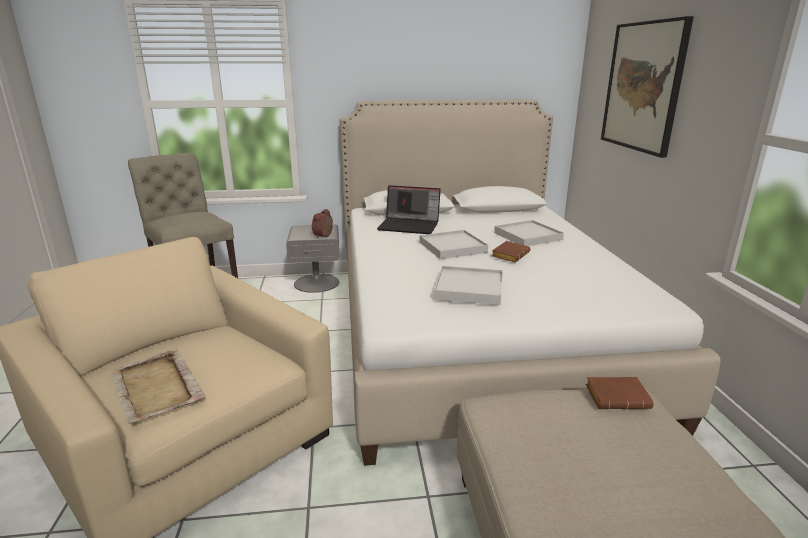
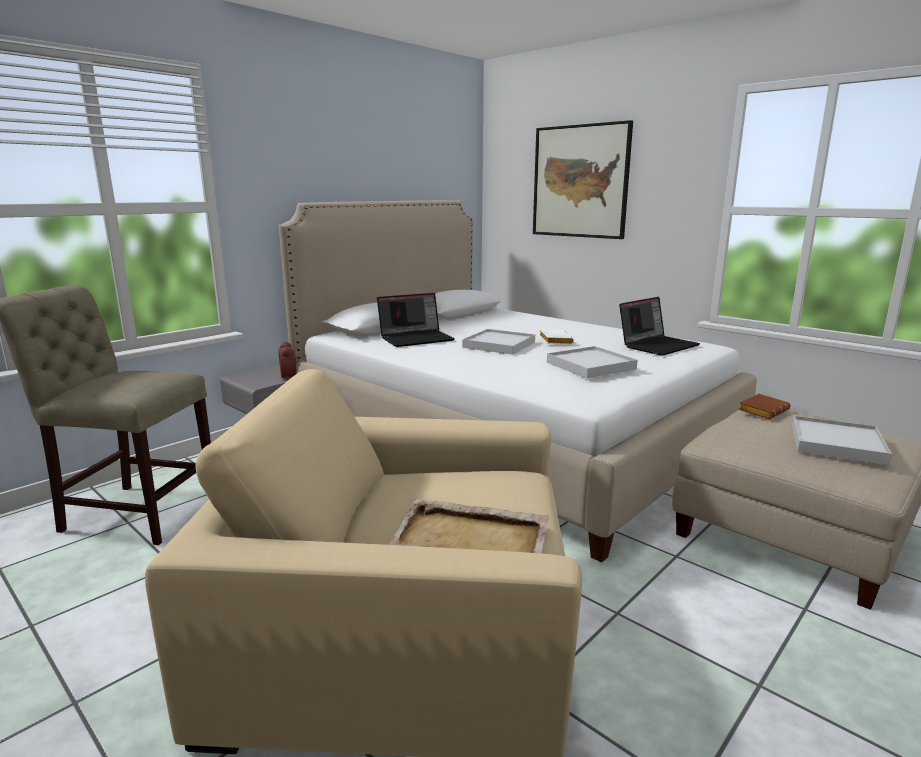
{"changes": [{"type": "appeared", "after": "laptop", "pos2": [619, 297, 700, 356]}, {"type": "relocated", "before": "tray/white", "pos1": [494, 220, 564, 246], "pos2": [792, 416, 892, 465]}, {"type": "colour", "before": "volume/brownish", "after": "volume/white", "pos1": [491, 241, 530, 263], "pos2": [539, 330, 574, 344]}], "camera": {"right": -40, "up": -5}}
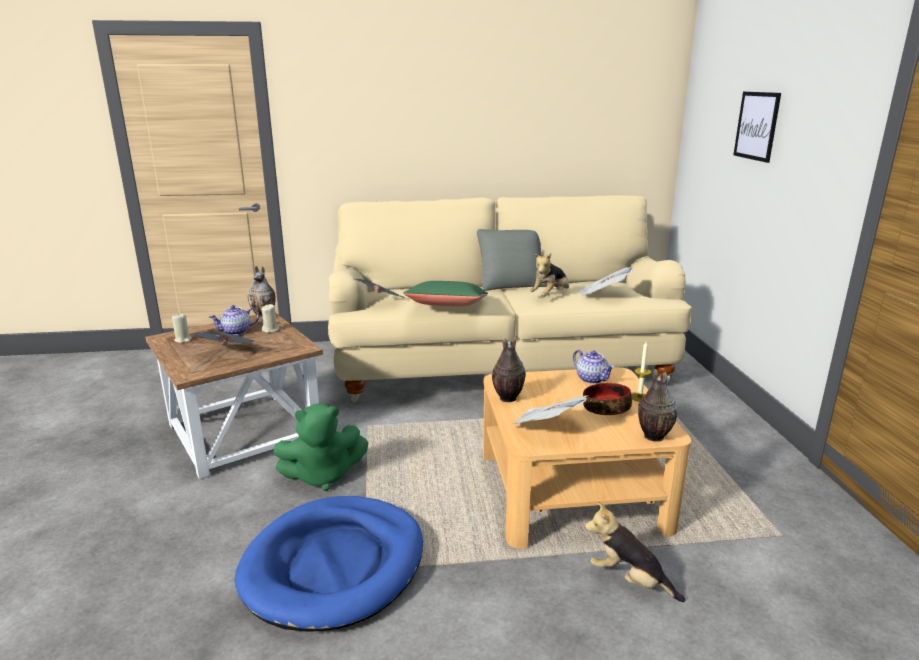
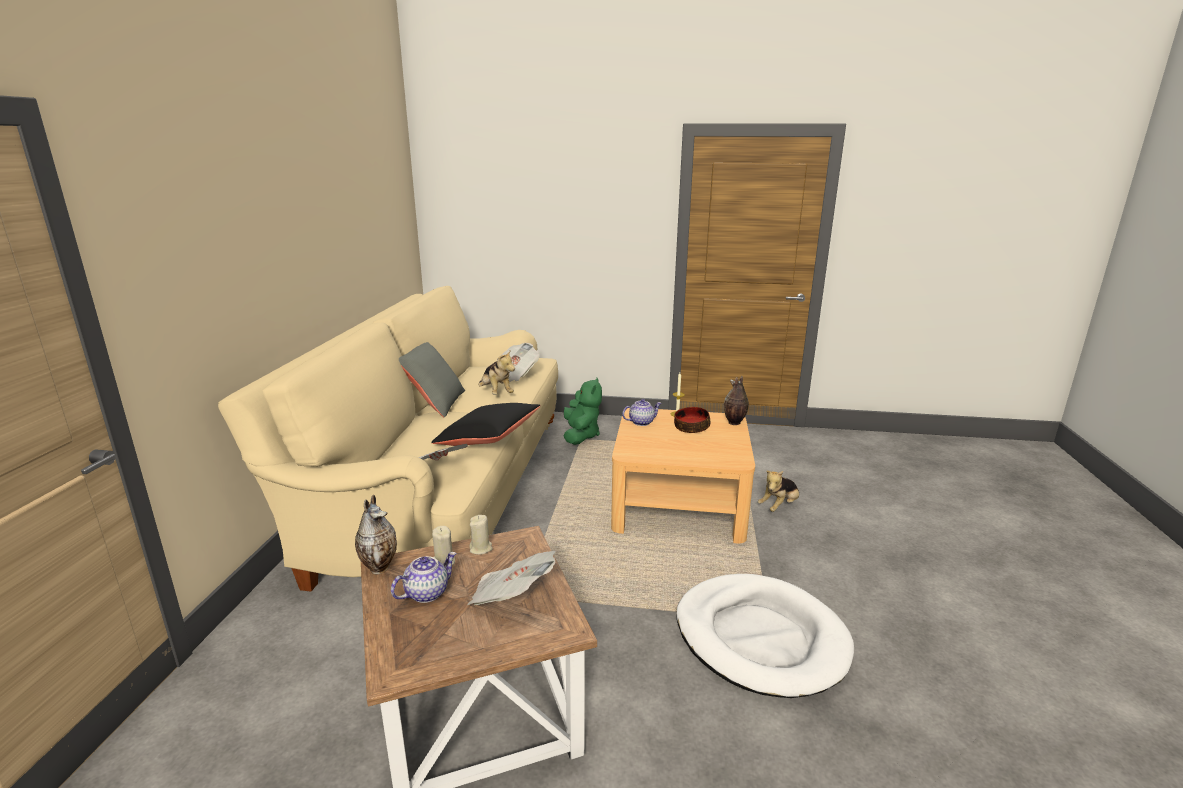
{"changes": [{"type": "missing", "before": "vase", "pos1": [492, 338, 526, 402]}, {"type": "missing", "before": "printed paper", "pos1": [512, 395, 589, 424]}, {"type": "missing", "before": "picture", "pos1": [734, 92, 781, 163]}, {"type": "relocated", "before": "wax light/sand-coloured", "pos1": [172, 313, 192, 343], "pos2": [470, 515, 493, 555]}, {"type": "relocated", "before": "soft toy/green-coloured", "pos1": [273, 403, 368, 491], "pos2": [564, 378, 602, 445]}, {"type": "colour", "before": "dog cushion/bluish", "after": "dog cushion/white", "pos1": [235, 496, 423, 632], "pos2": [676, 574, 854, 698]}, {"type": "colour", "before": "cushion/green-coloured", "after": "cushion/blackish", "pos1": [403, 281, 488, 307], "pos2": [431, 403, 541, 446]}, {"type": "spun", "before": "teapot", "pos1": [209, 305, 259, 335], "pos2": [391, 552, 457, 603], "turn": -120}], "camera": {"right": -75, "up": 0}}
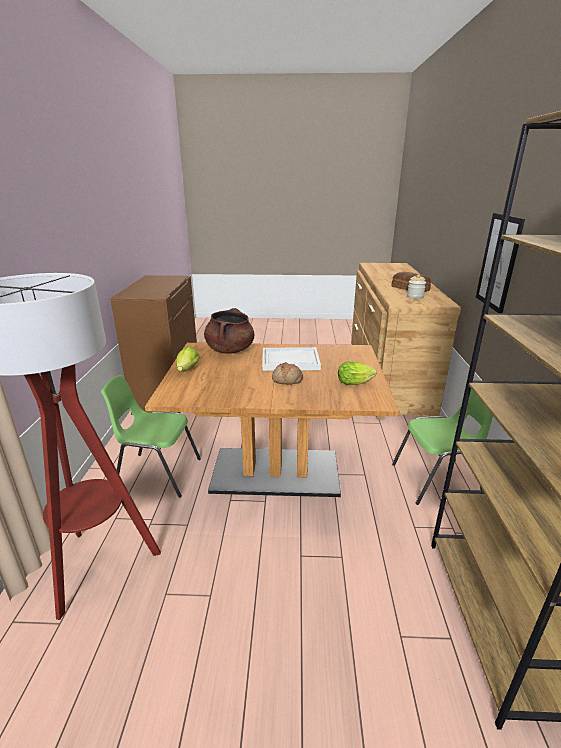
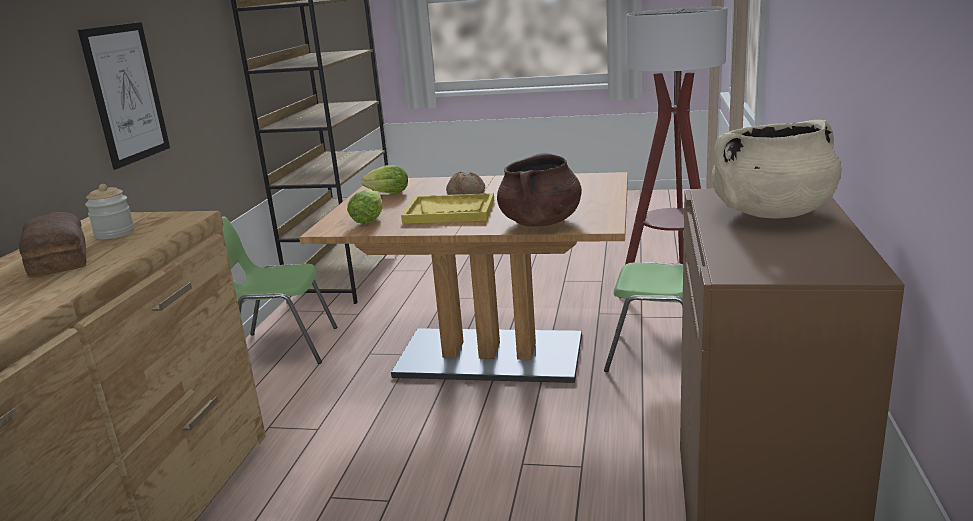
{"changes": [{"type": "appeared", "after": "cooking pot/sand-coloured", "pos2": [712, 120, 842, 218]}, {"type": "relocated", "before": "lettuce head", "pos1": [176, 347, 200, 372], "pos2": [347, 190, 382, 224]}, {"type": "colour", "before": "tray/white", "after": "tray/yellow", "pos1": [262, 347, 321, 371], "pos2": [401, 193, 494, 224]}], "camera": {"right": -170, "up": -5}}
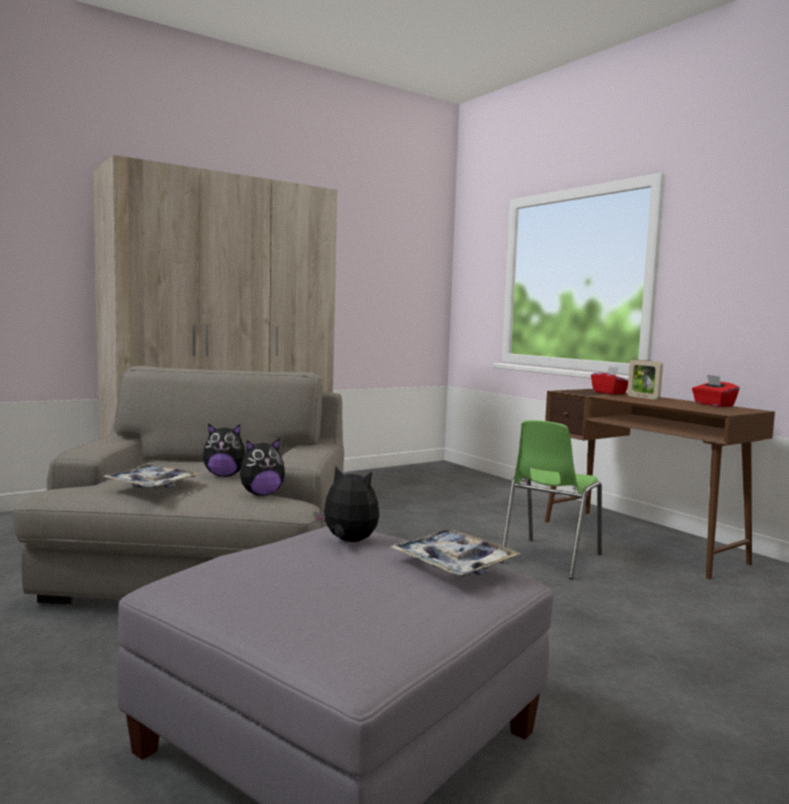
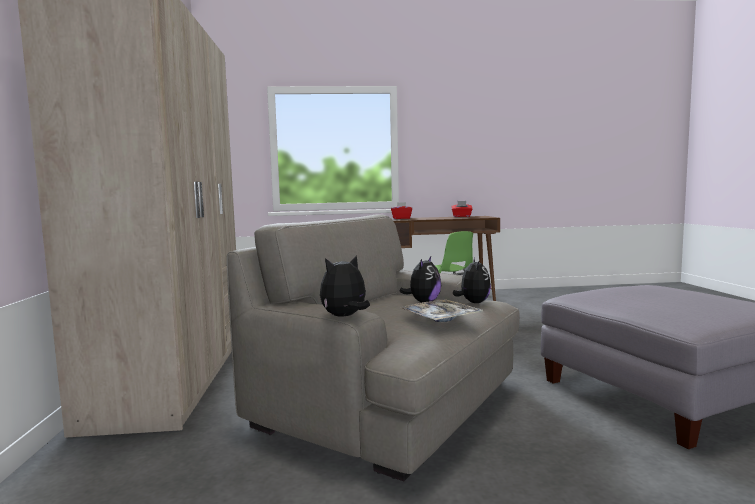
{"changes": [{"type": "missing", "before": "tray", "pos1": [391, 529, 521, 576]}, {"type": "missing", "before": "standing frame", "pos1": [627, 359, 663, 400]}, {"type": "relocated", "before": "soft toy", "pos1": [314, 466, 379, 542], "pos2": [320, 255, 370, 317]}], "camera": {"right": -60, "up": 0}}
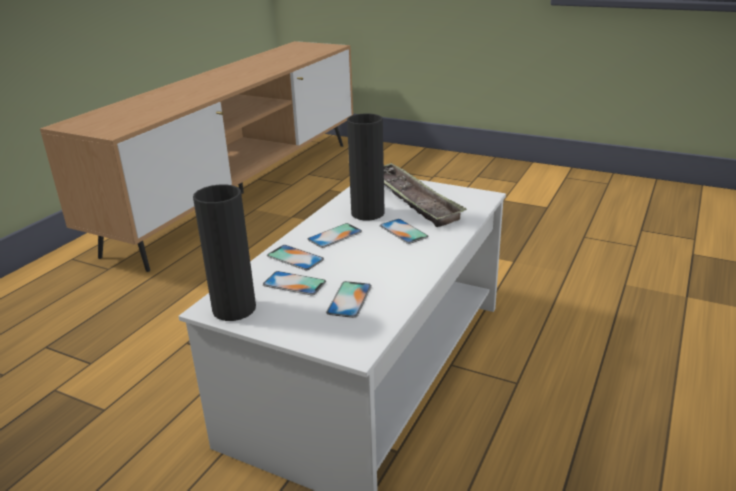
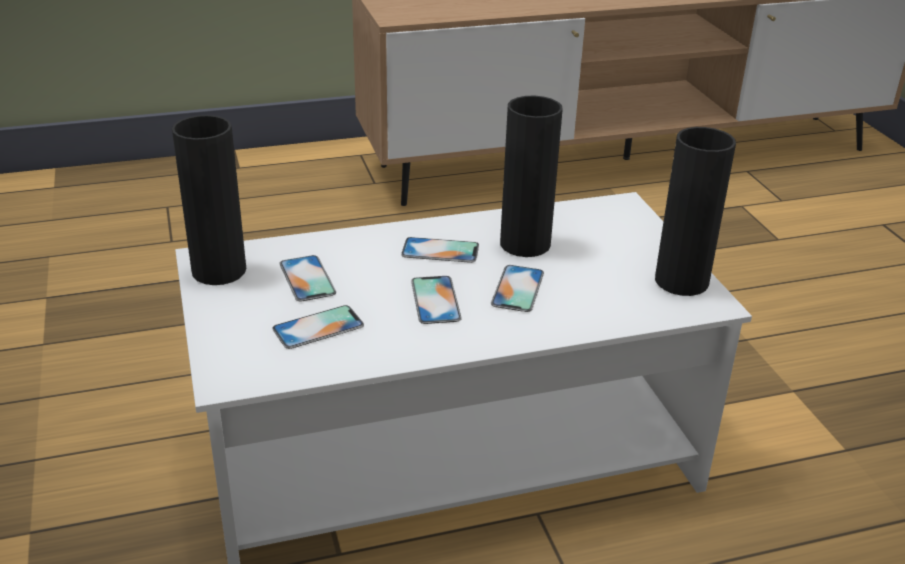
{"changes": [{"type": "missing", "before": "tray", "pos1": [384, 163, 467, 227]}, {"type": "appeared", "after": "vase/blackish", "pos2": [655, 127, 736, 296]}, {"type": "relocated", "before": "phone", "pos1": [267, 245, 324, 270], "pos2": [411, 276, 462, 324]}], "camera": {"right": 45, "up": 5}}
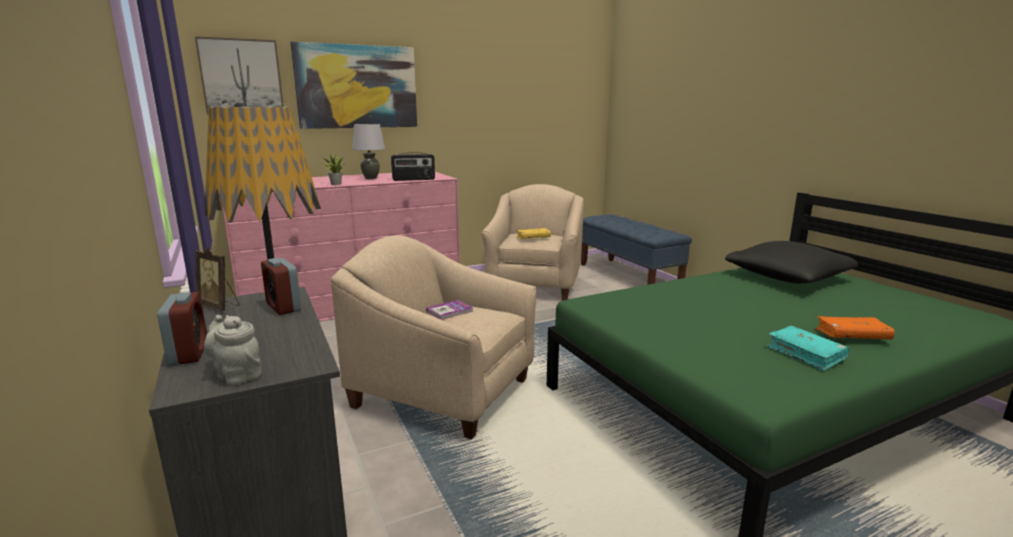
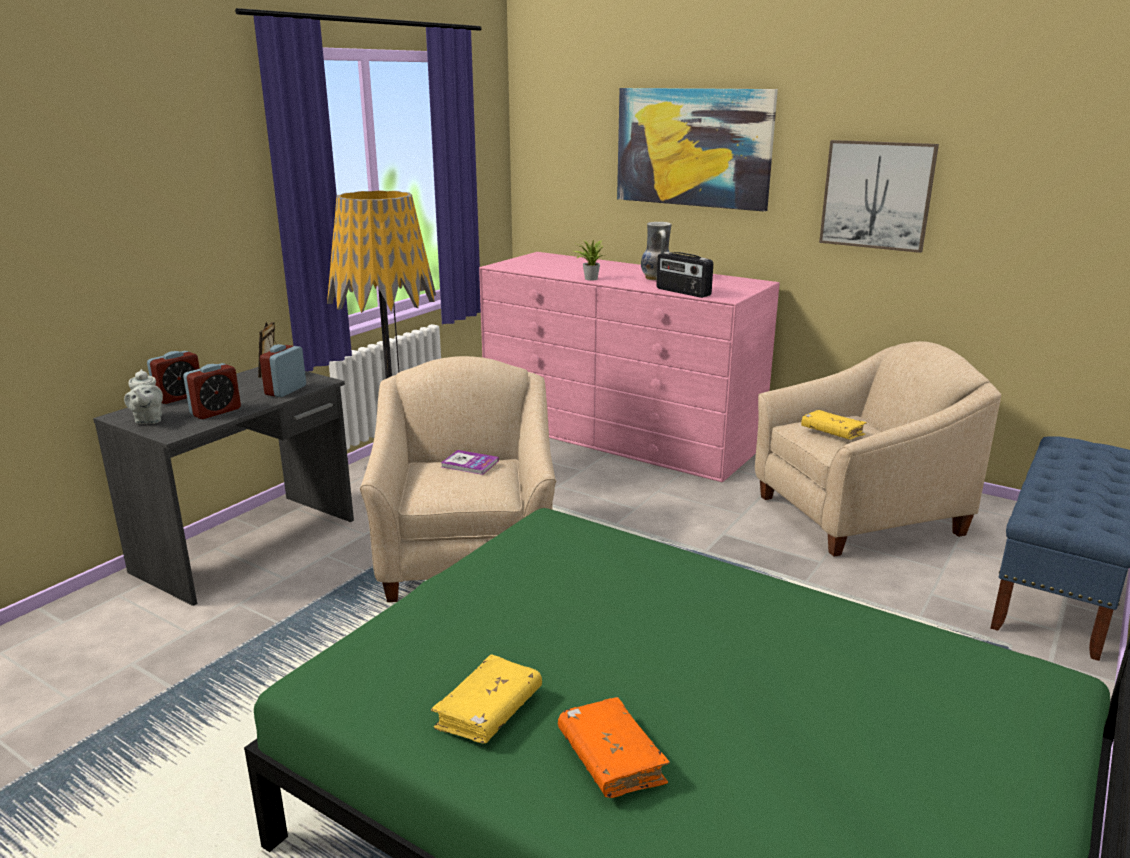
{"changes": [{"type": "missing", "before": "cushion/blackish", "pos1": [725, 241, 858, 284]}, {"type": "appeared", "after": "bedside clock", "pos2": [183, 363, 241, 419]}, {"type": "relocated", "before": "picture", "pos1": [195, 36, 284, 115], "pos2": [819, 140, 939, 253]}, {"type": "exchanged", "before": "lamp for a table/gray", "after": "vase", "pos1": [352, 124, 385, 179], "pos2": [641, 222, 671, 280]}, {"type": "colour", "before": "volume/turquoise", "after": "volume/yellow", "pos1": [767, 326, 849, 371], "pos2": [431, 654, 542, 743]}, {"type": "spun", "before": "teapot/gray", "pos1": [204, 315, 262, 386], "pos2": [124, 369, 163, 424], "turn": 150}], "camera": {"right": 60, "up": 5}}
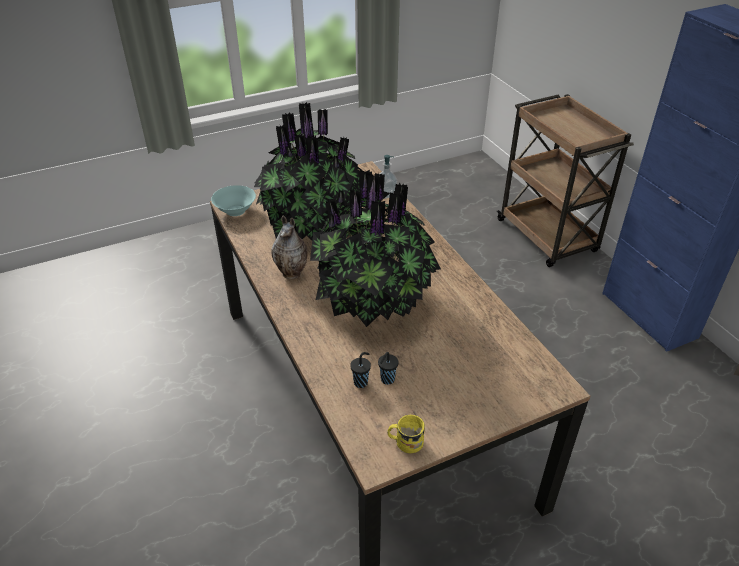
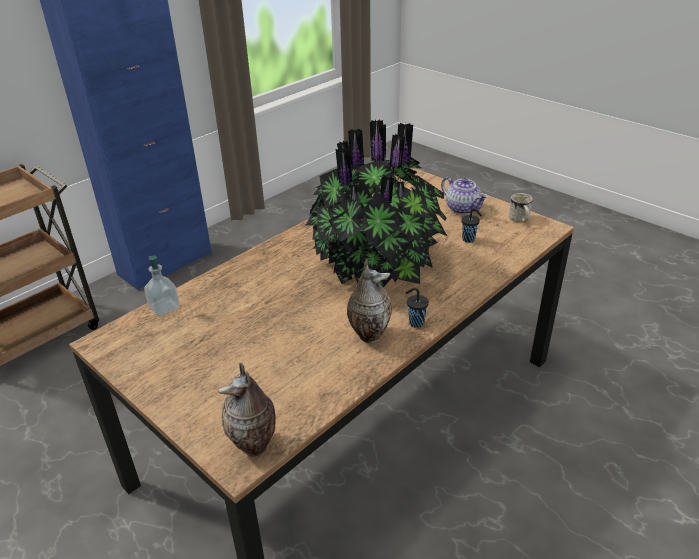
{"changes": [{"type": "missing", "before": "potted plant", "pos1": [254, 102, 361, 240]}, {"type": "appeared", "after": "teapot", "pos2": [441, 177, 488, 214]}, {"type": "relocated", "before": "small cup/blackish", "pos1": [350, 352, 371, 388], "pos2": [405, 288, 429, 328]}, {"type": "exchanged", "before": "serving bowl/turquoise", "after": "vase", "pos1": [211, 185, 256, 216], "pos2": [218, 363, 276, 457]}, {"type": "colour", "before": "tea mug/yellow", "after": "tea mug/white", "pos1": [387, 415, 425, 453], "pos2": [508, 193, 533, 223]}], "camera": {"right": -110, "up": -5}}
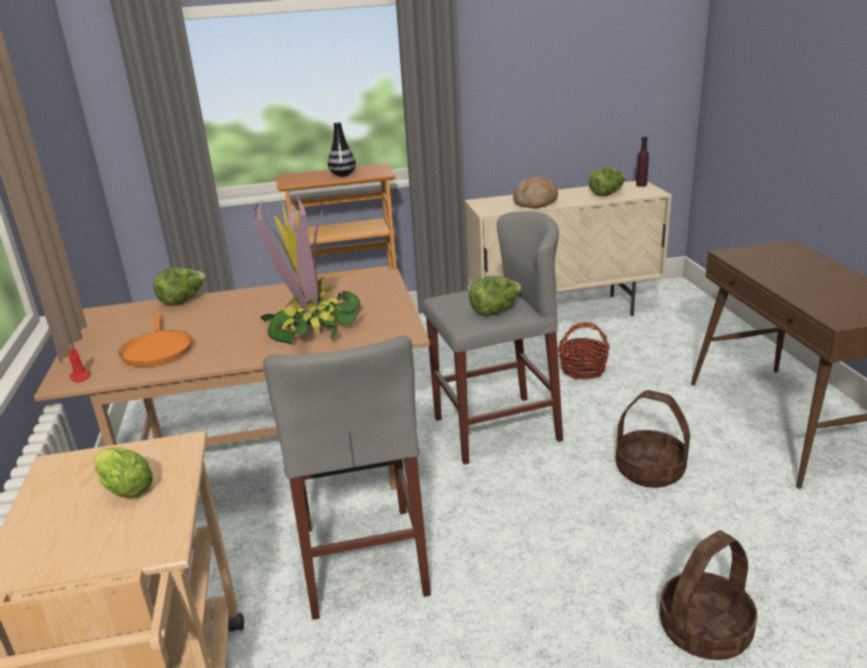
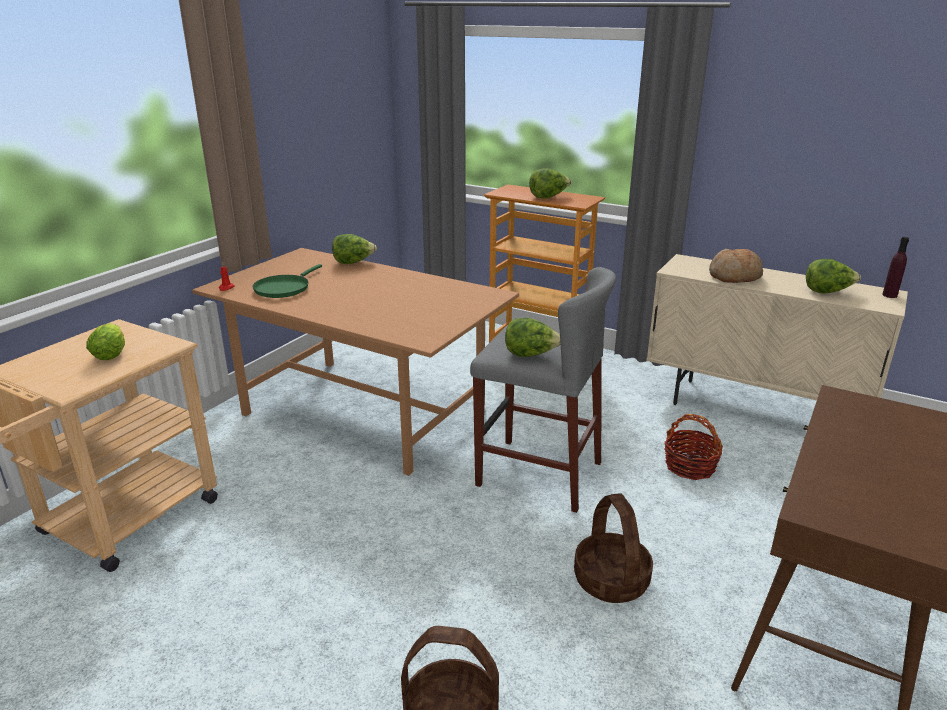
{"changes": [{"type": "missing", "before": "potted plant", "pos1": [254, 196, 361, 345]}, {"type": "missing", "before": "stool seat/gray", "pos1": [263, 336, 431, 620]}, {"type": "exchanged", "before": "vase", "after": "lettuce head", "pos1": [328, 122, 356, 177], "pos2": [529, 168, 571, 199]}, {"type": "colour", "before": "pan/orangey", "after": "pan/green-coloured", "pos1": [119, 313, 192, 367], "pos2": [252, 264, 322, 298]}], "camera": {"right": 40, "up": 0}}
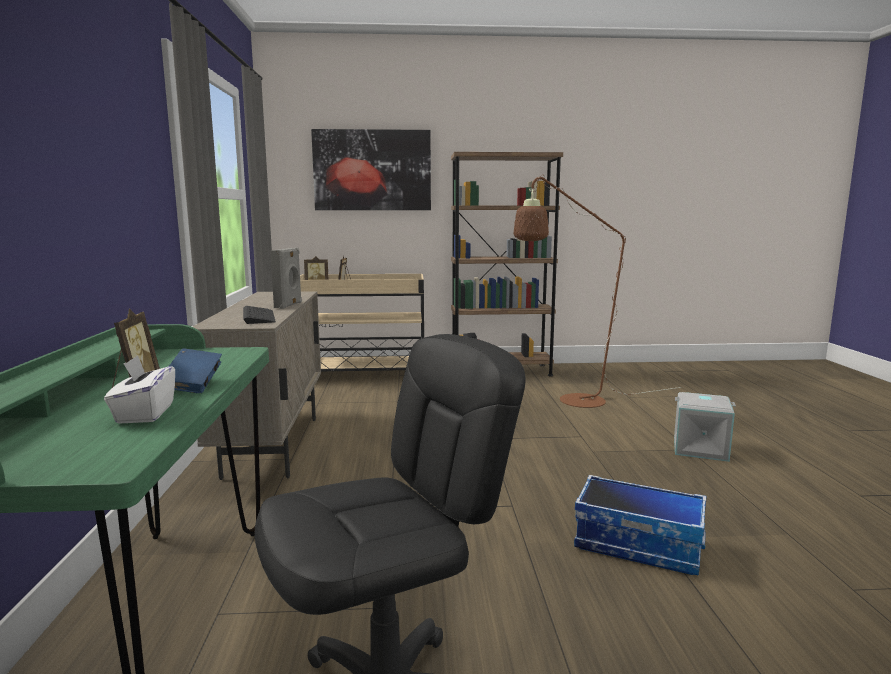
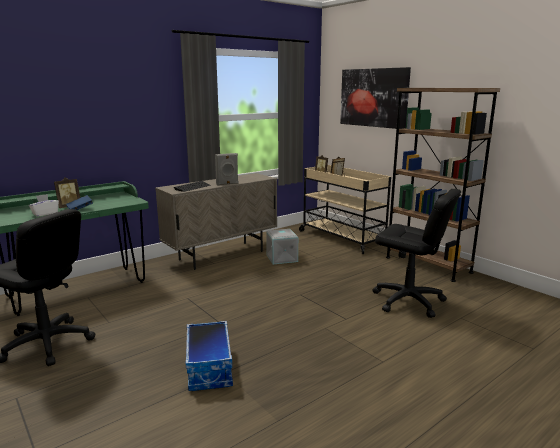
{"changes": [{"type": "relocated", "before": "storage container/gray", "pos1": [674, 392, 736, 462], "pos2": [266, 229, 298, 264]}, {"type": "exchanged", "before": "floor lamp/brownish", "after": "desk chair/blackish", "pos1": [514, 175, 681, 408], "pos2": [373, 189, 461, 318]}], "camera": {"right": 55, "up": 5}}
